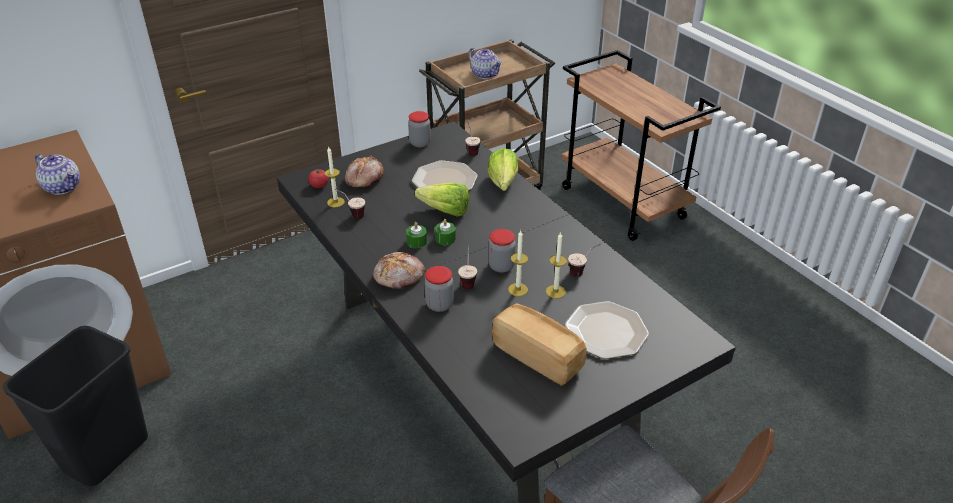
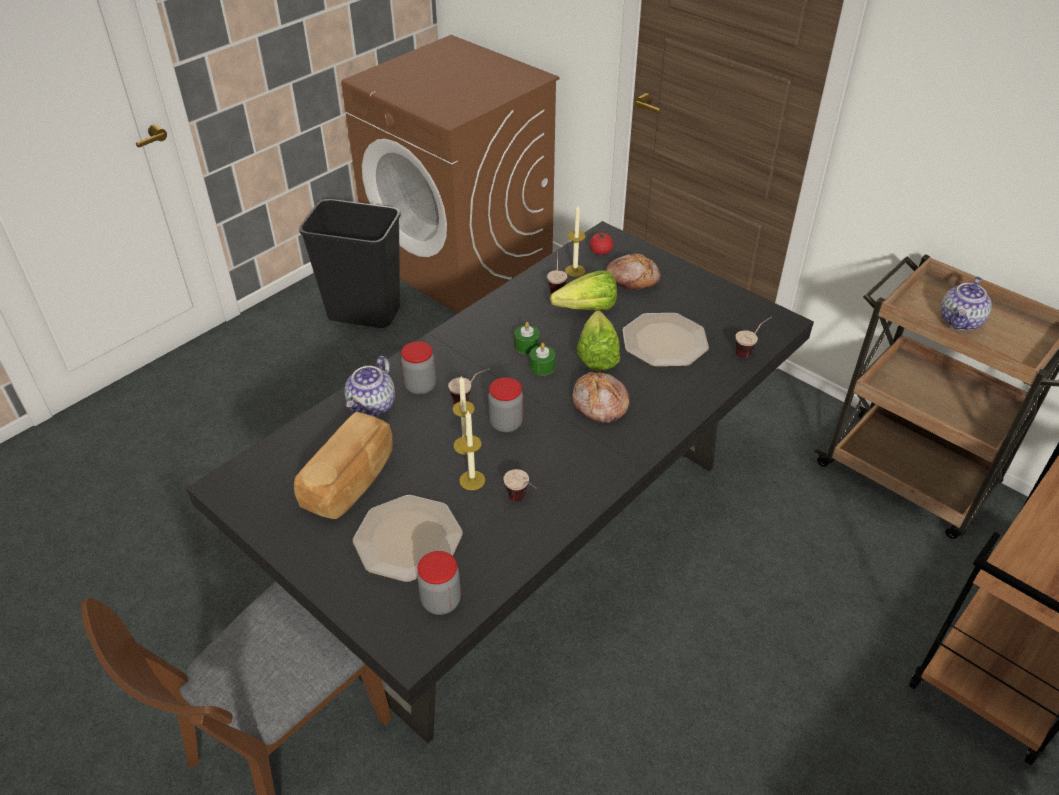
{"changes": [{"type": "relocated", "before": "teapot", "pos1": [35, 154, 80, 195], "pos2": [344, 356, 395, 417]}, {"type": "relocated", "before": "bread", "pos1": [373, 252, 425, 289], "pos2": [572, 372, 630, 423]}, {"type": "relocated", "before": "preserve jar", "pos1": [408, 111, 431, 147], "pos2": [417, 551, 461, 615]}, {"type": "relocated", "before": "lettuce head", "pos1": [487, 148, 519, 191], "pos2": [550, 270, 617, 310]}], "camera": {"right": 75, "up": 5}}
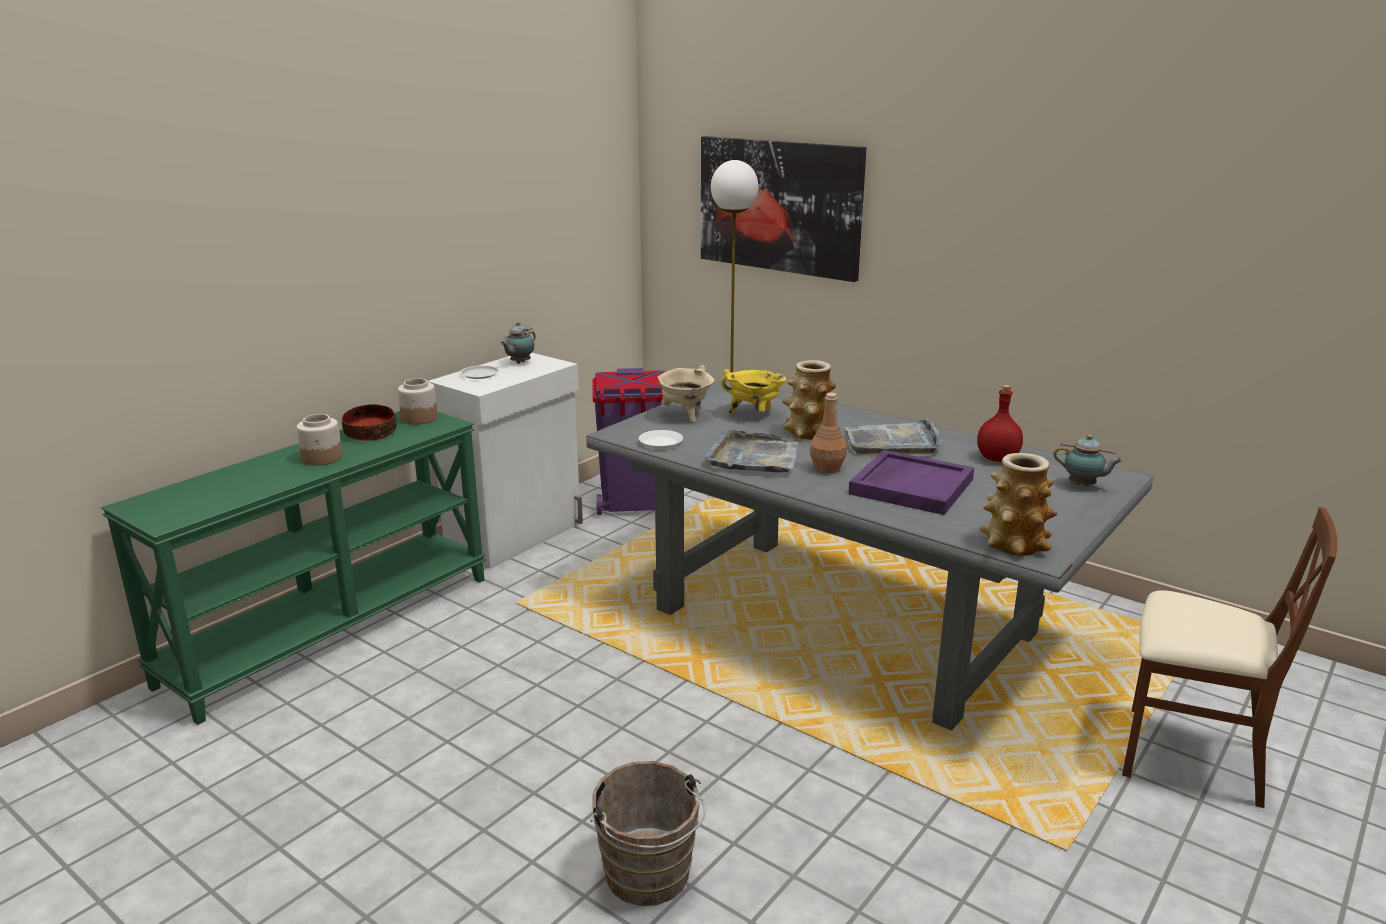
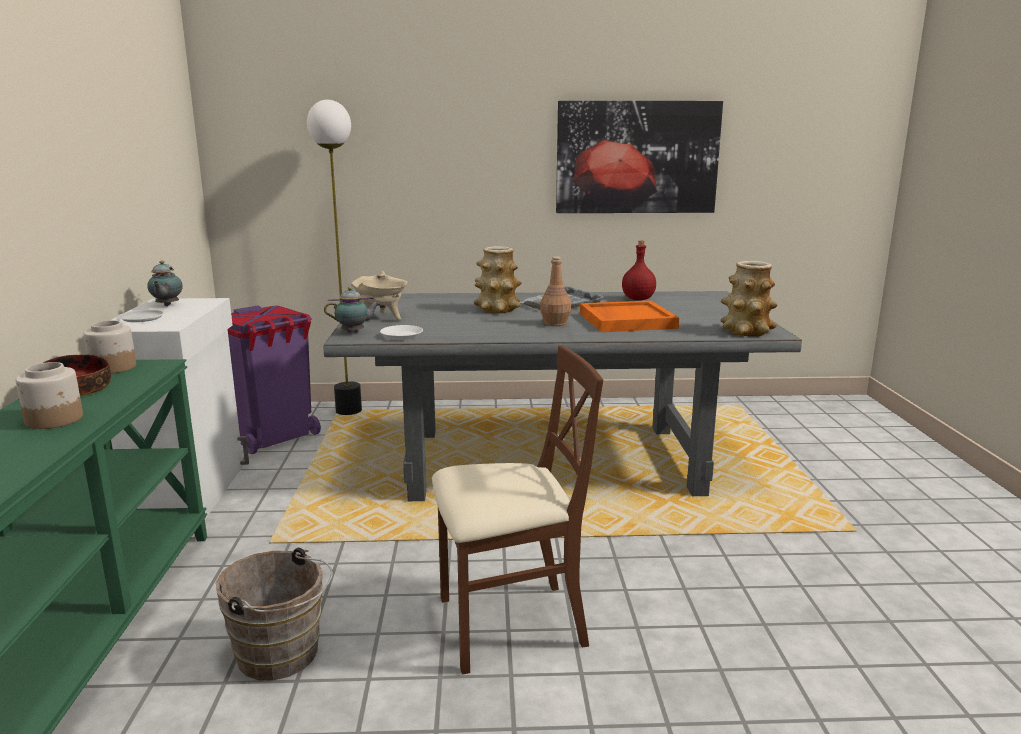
{"changes": [{"type": "missing", "before": "tray/gray", "pos1": [704, 430, 798, 472]}, {"type": "missing", "before": "cooking pot/yellow", "pos1": [721, 369, 786, 414]}, {"type": "relocated", "before": "pail/brownish", "pos1": [591, 761, 706, 906], "pos2": [216, 548, 333, 680]}, {"type": "relocated", "before": "picture", "pos1": [701, 136, 866, 282], "pos2": [556, 101, 723, 213]}, {"type": "relocated", "before": "teapot", "pos1": [1053, 434, 1123, 487], "pos2": [324, 287, 380, 333]}, {"type": "relocated", "before": "upright chair/brownish", "pos1": [1122, 507, 1338, 808], "pos2": [432, 346, 603, 674]}, {"type": "colour", "before": "tray/purplish", "after": "tray/orangey", "pos1": [848, 450, 974, 515], "pos2": [580, 300, 679, 332]}], "camera": {"right": -40, "up": -5}}
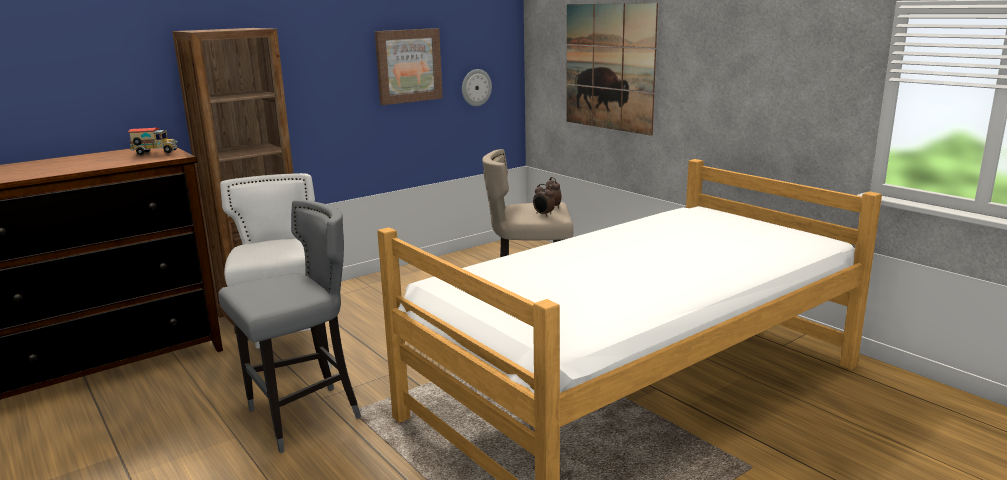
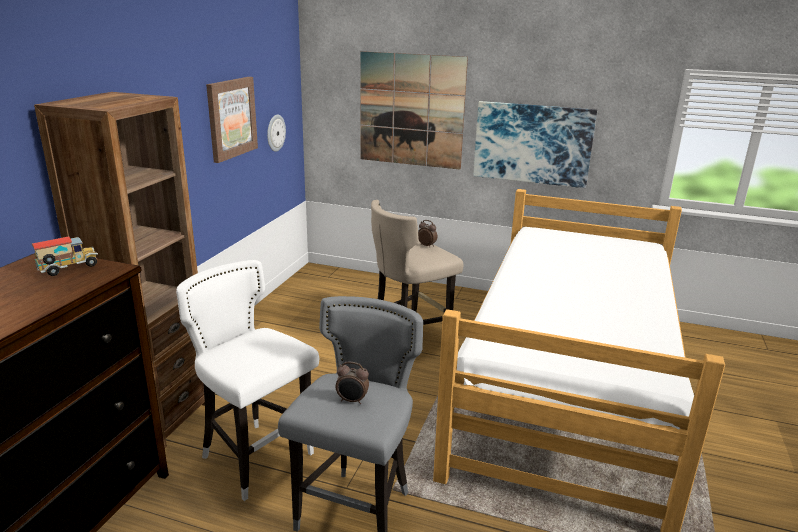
{"changes": [{"type": "appeared", "after": "picture", "pos2": [473, 101, 597, 188]}, {"type": "relocated", "before": "bedside clock", "pos1": [533, 184, 555, 216], "pos2": [336, 361, 369, 404]}], "camera": {"right": -35, "up": 5}}
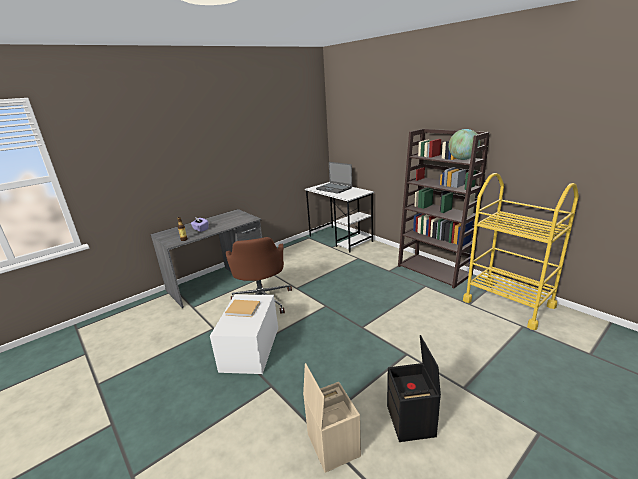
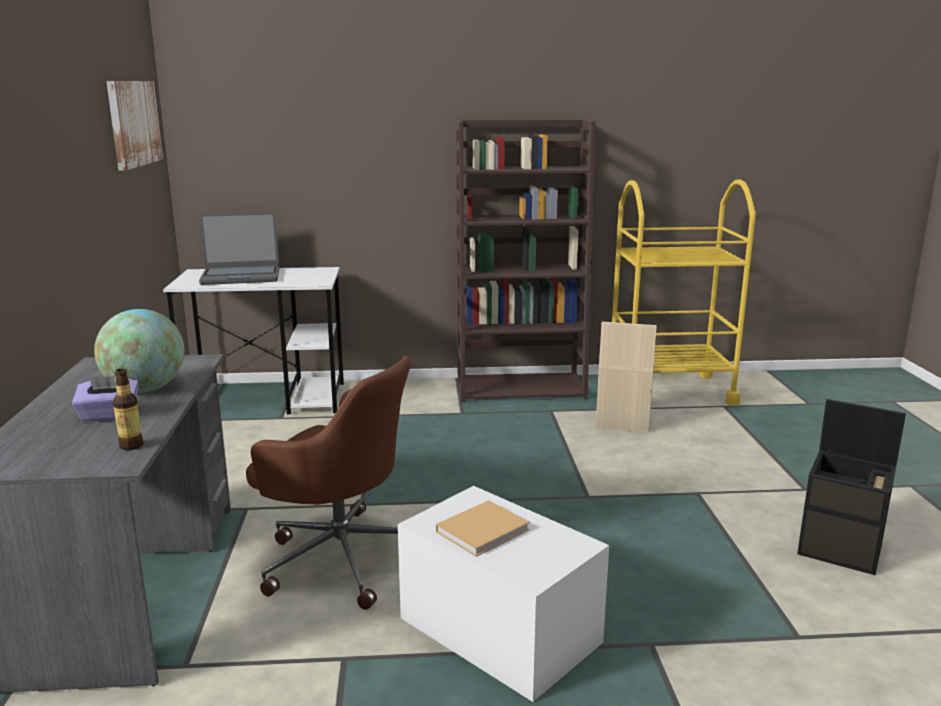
{"changes": [{"type": "appeared", "after": "picture", "pos2": [106, 81, 163, 171]}, {"type": "relocated", "before": "storage container/sand-coloured", "pos1": [303, 363, 361, 473], "pos2": [596, 322, 657, 433]}, {"type": "relocated", "before": "world globe", "pos1": [448, 129, 481, 160], "pos2": [94, 309, 185, 392]}], "camera": {"right": -55, "up": -5}}
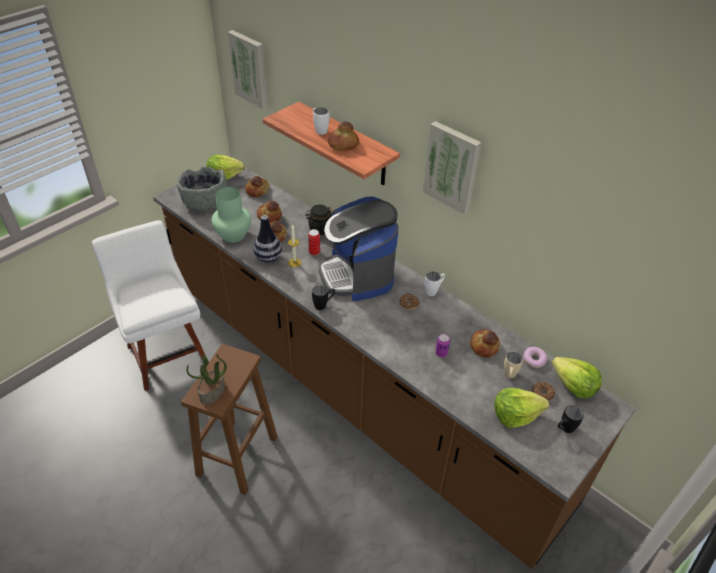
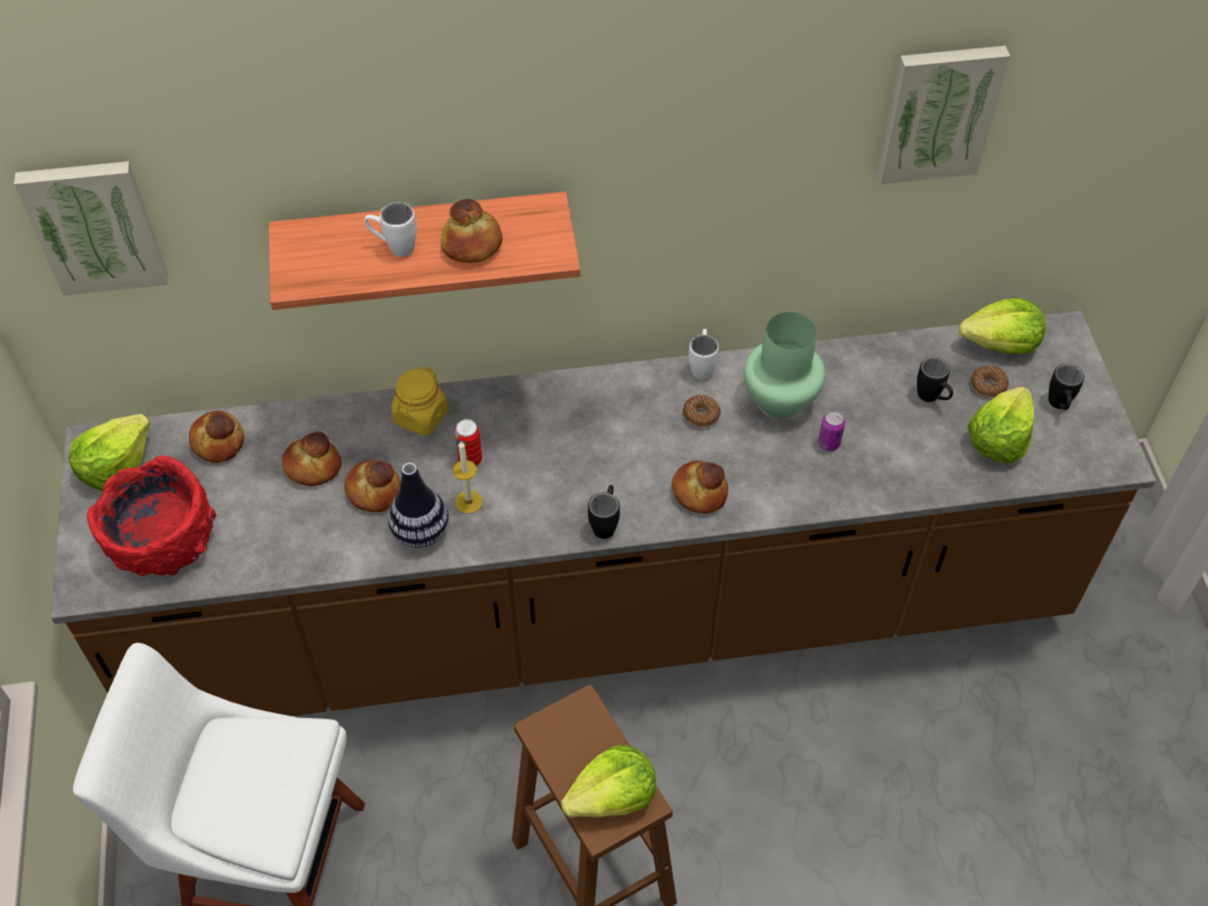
{"changes": [{"type": "missing", "before": "coffee maker", "pos1": [319, 196, 399, 301]}, {"type": "missing", "before": "donut", "pos1": [523, 347, 547, 368]}, {"type": "relocated", "before": "vase/green-coloured", "pos1": [211, 187, 251, 243], "pos2": [744, 312, 826, 418]}, {"type": "relocated", "before": "picture", "pos1": [423, 121, 482, 215], "pos2": [877, 46, 1010, 184]}, {"type": "relocated", "before": "bread", "pos1": [470, 329, 500, 358], "pos2": [672, 461, 728, 514]}, {"type": "exchanged", "before": "potted plant", "after": "lettuce head", "pos1": [186, 354, 227, 405], "pos2": [561, 745, 656, 817]}, {"type": "colour", "before": "serving bowl/gray", "after": "serving bowl/red", "pos1": [177, 166, 227, 212], "pos2": [87, 455, 216, 576]}, {"type": "colour", "before": "preserve jar/blackish", "after": "preserve jar/yellow", "pos1": [305, 205, 333, 235], "pos2": [391, 366, 448, 436]}, {"type": "colour", "before": "tea mug/sand-coloured", "after": "tea mug/blackish", "pos1": [504, 351, 523, 378], "pos2": [917, 357, 953, 402]}], "camera": {"right": -50, "up": 10}}
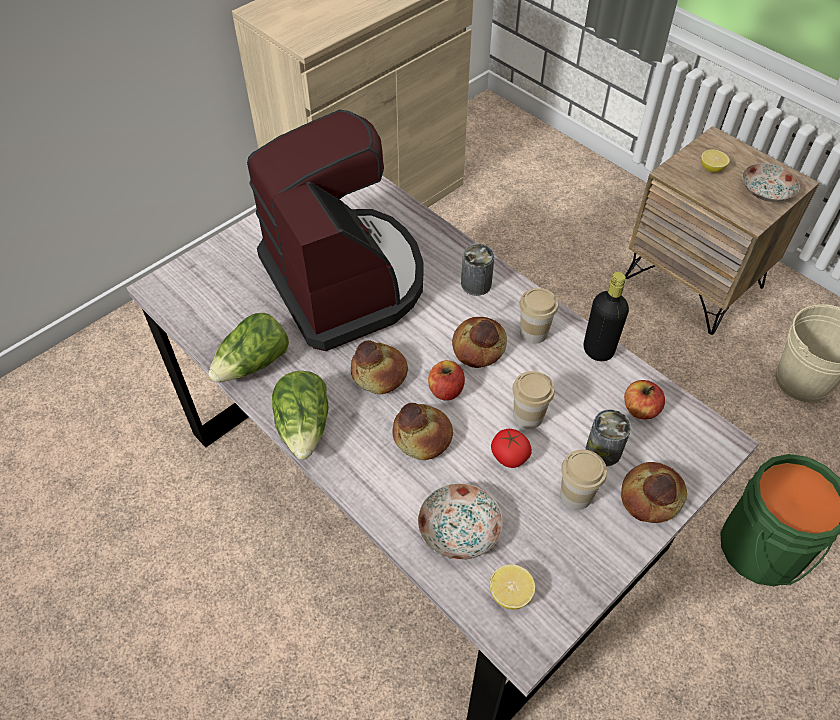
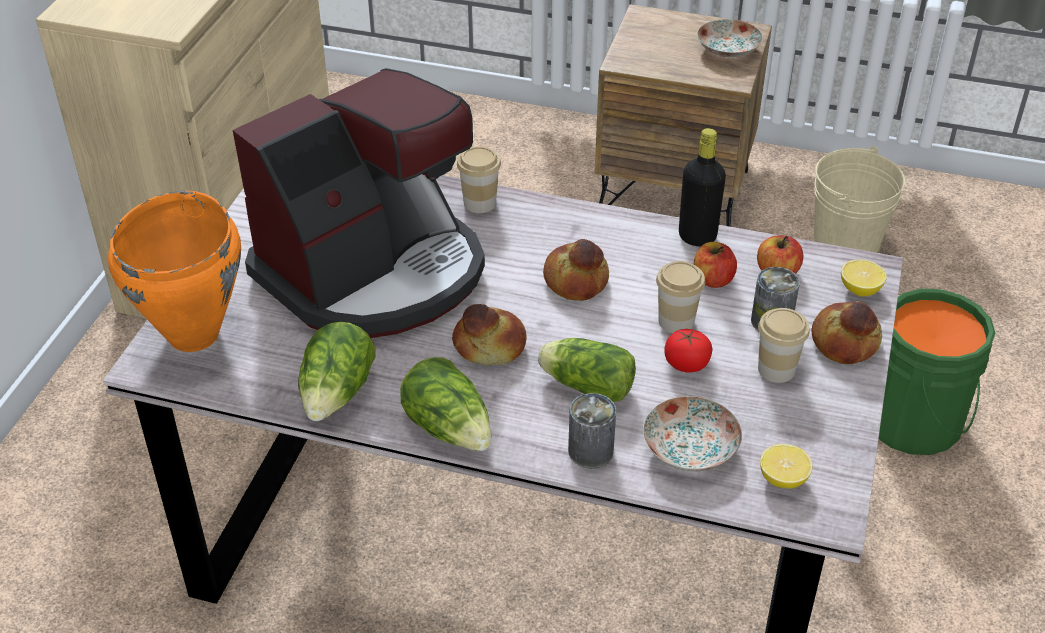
{"changes": [{"type": "appeared", "after": "cooking pot/orangey", "pos2": [108, 191, 241, 352]}, {"type": "relocated", "before": "apple fruit", "pos1": [428, 360, 465, 400], "pos2": [694, 242, 737, 288]}, {"type": "relocated", "before": "can", "pos1": [461, 244, 495, 296], "pos2": [568, 393, 616, 468]}, {"type": "relocated", "before": "small cup", "pos1": [519, 288, 558, 343], "pos2": [457, 146, 501, 213]}, {"type": "relocated", "before": "lemon", "pos1": [701, 149, 730, 173], "pos2": [841, 260, 887, 297]}, {"type": "exchanged", "before": "bread", "after": "lettuce head", "pos1": [393, 403, 453, 460], "pos2": [538, 338, 636, 402]}, {"type": "spun", "before": "coffee maker", "pos1": [247, 109, 424, 351], "pos2": [233, 68, 485, 338], "turn": 105}], "camera": {"right": -30, "up": -10}}
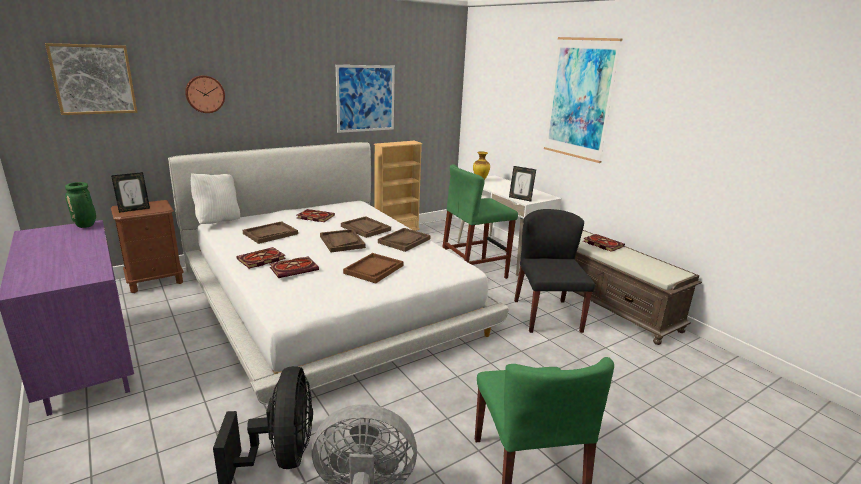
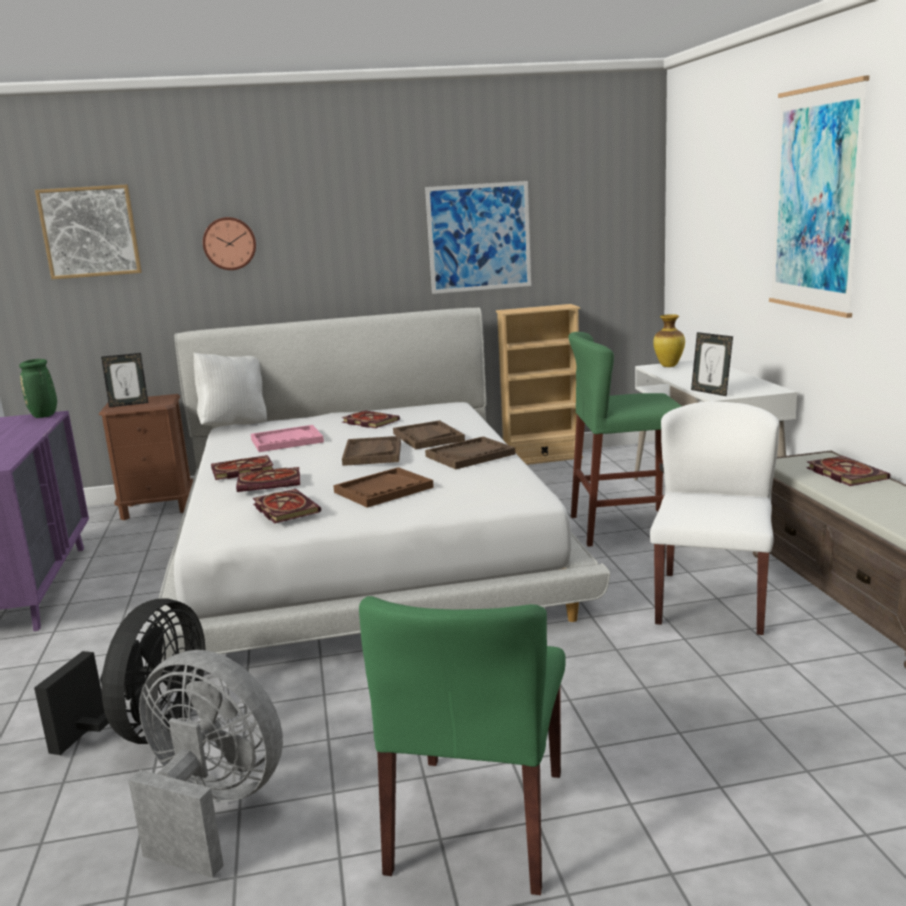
{"changes": [{"type": "appeared", "after": "volume", "pos2": [253, 489, 321, 523]}, {"type": "colour", "before": "tray/brownish", "after": "tray/pinkish", "pos1": [243, 221, 298, 244], "pos2": [251, 425, 324, 452]}, {"type": "colour", "before": "upright chair/blackish", "after": "upright chair/white", "pos1": [514, 209, 595, 333], "pos2": [650, 401, 780, 635]}], "camera": {"right": 25, "up": -5}}
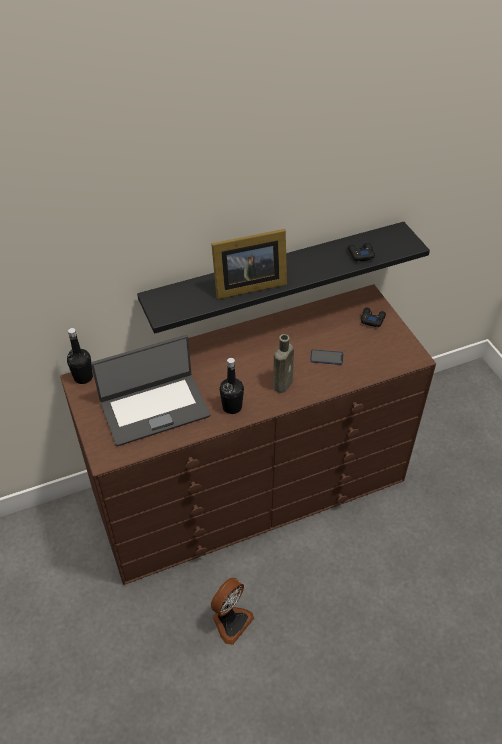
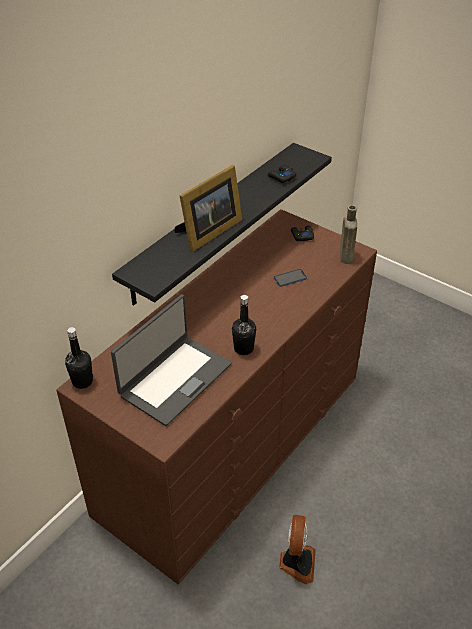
{"changes": [{"type": "relocated", "before": "drink bottle/brownish", "pos1": [273, 334, 294, 393], "pos2": [340, 205, 357, 264]}], "camera": {"right": -30, "up": -5}}
